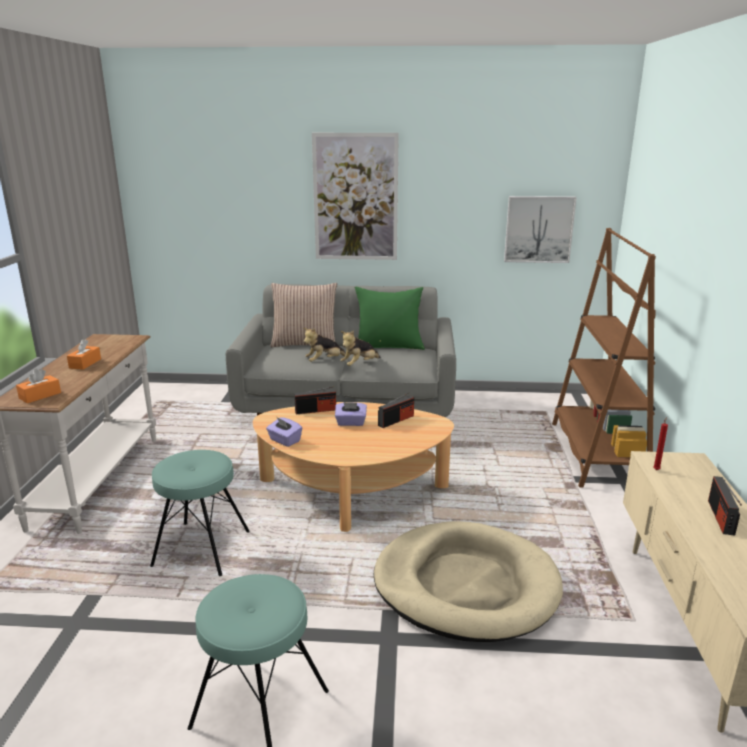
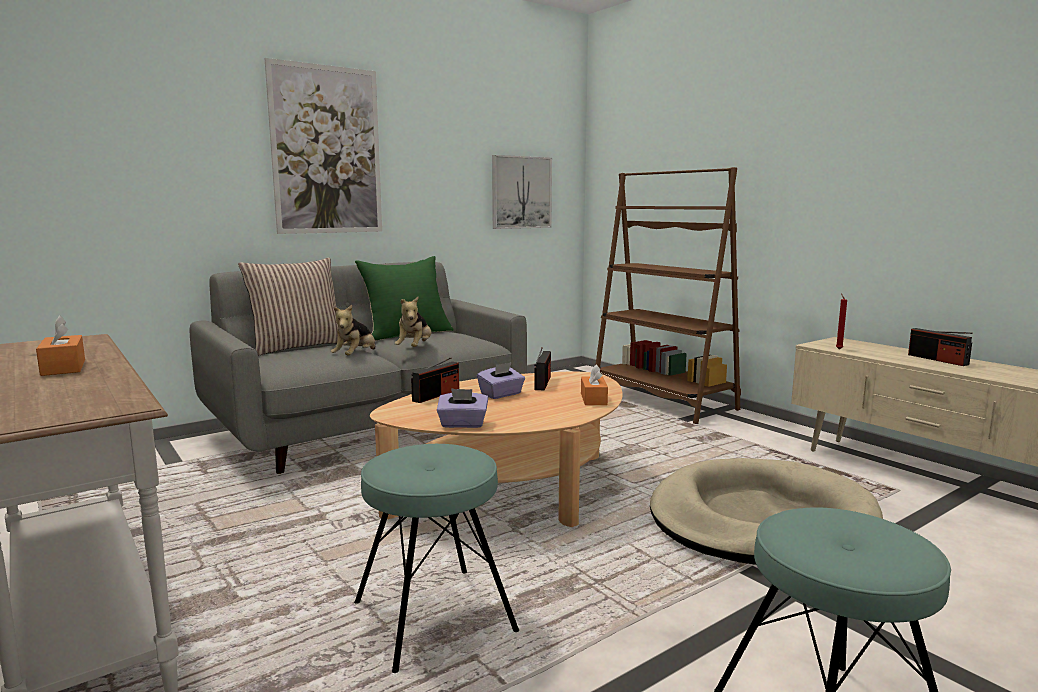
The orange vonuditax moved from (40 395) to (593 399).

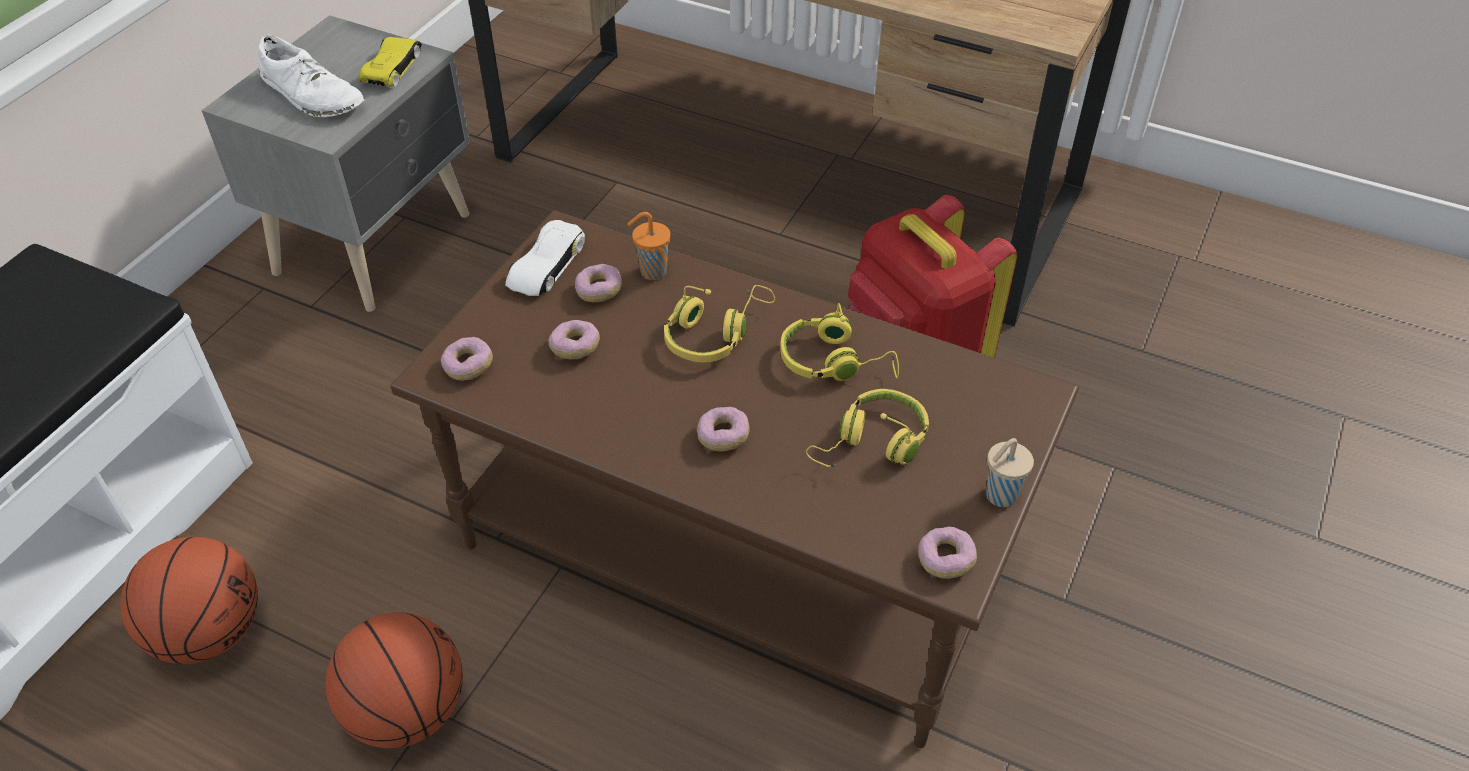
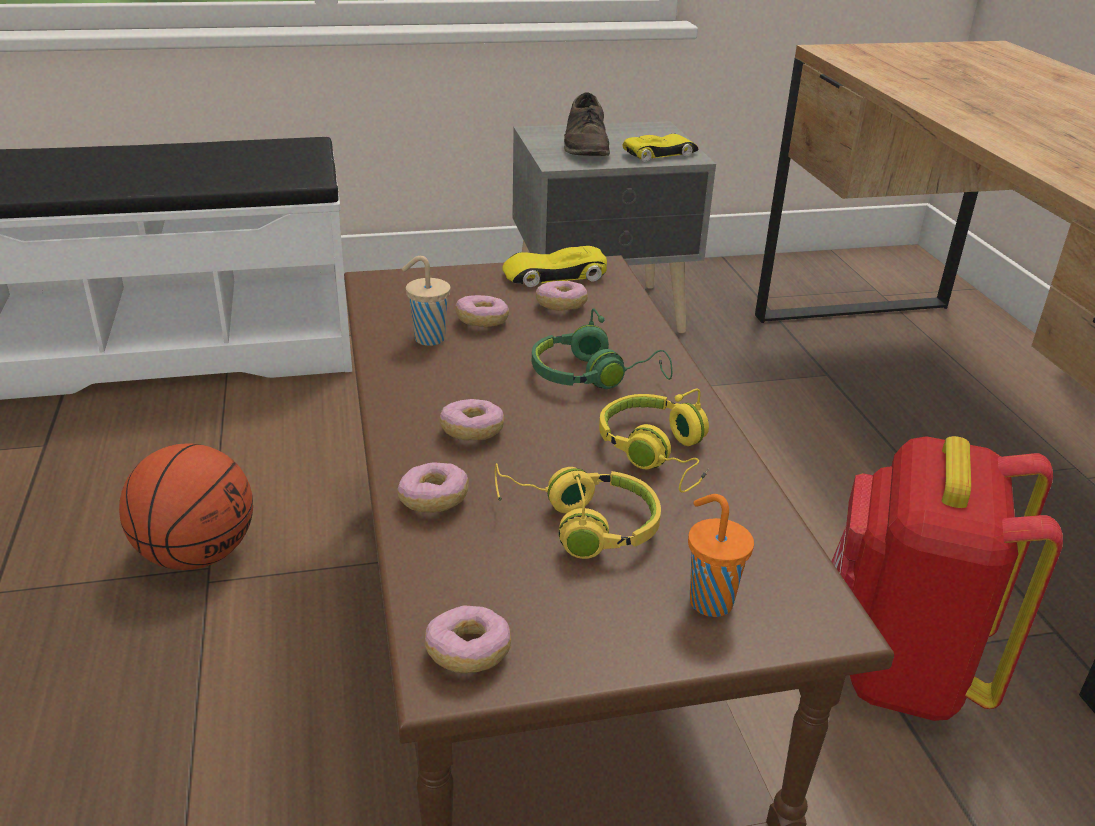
The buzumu at (209 633) disappeared.
The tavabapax moved from (468 367) to (433 500).
The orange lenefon moved from (651 272) to (708 601).
The beige lenefon moved from (999 496) to (427 339).
The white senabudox at (313 94) became the brown senabudox at (586 145).
The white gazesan at (546 266) became the yellow gazesan at (554 275).
The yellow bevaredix at (714 333) became the green bevaredix at (595 375).

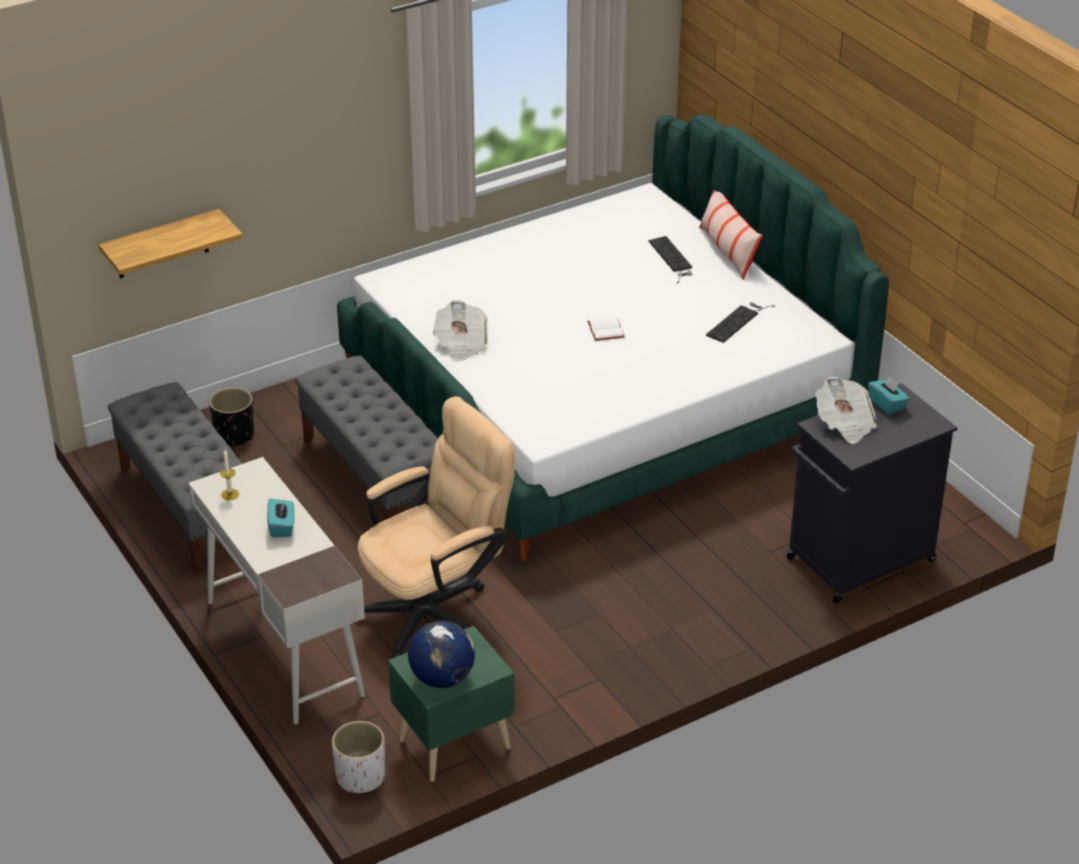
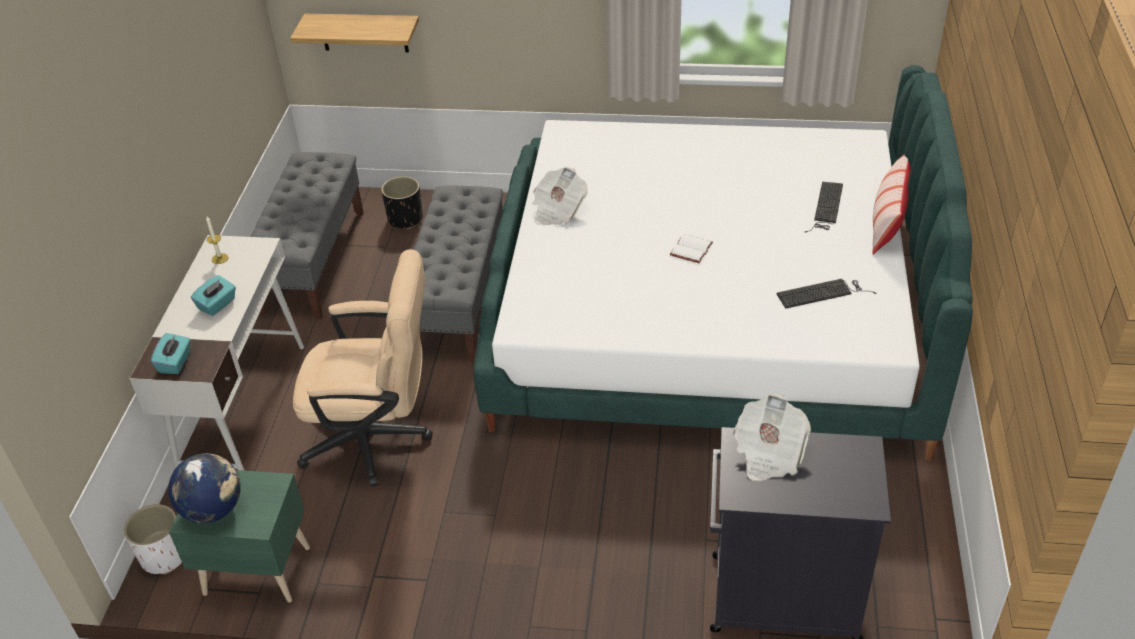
The turquoise vonuditax moved from (887 405) to (175 363).

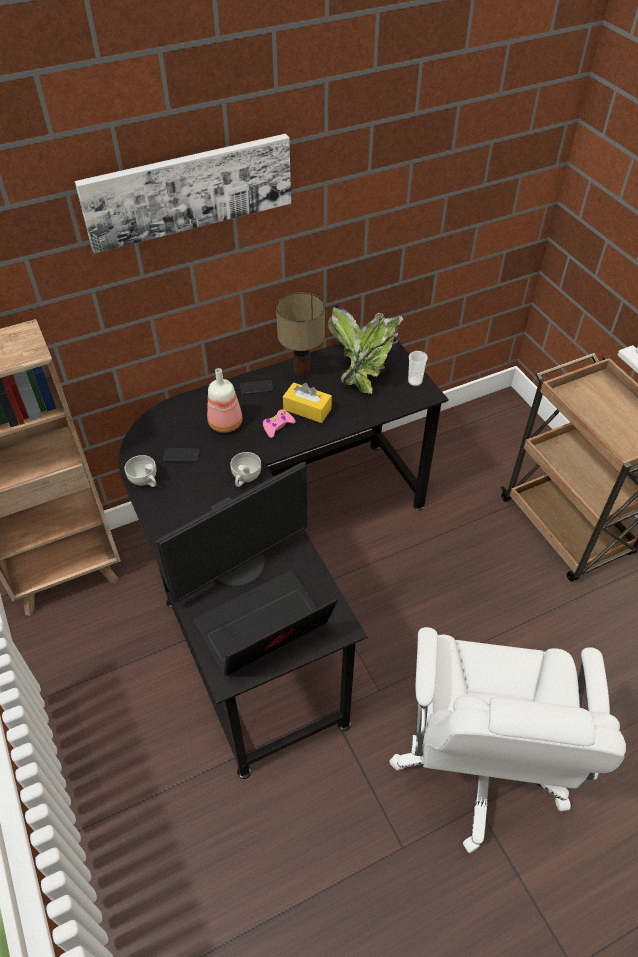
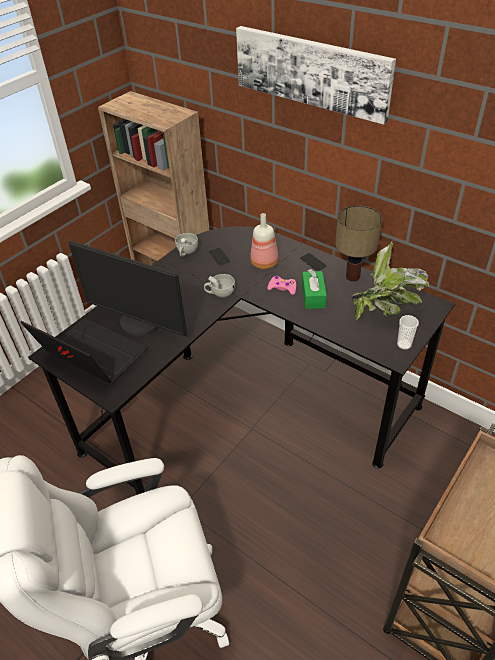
The yellow vonuditax at (307 409) became the green vonuditax at (313 296).

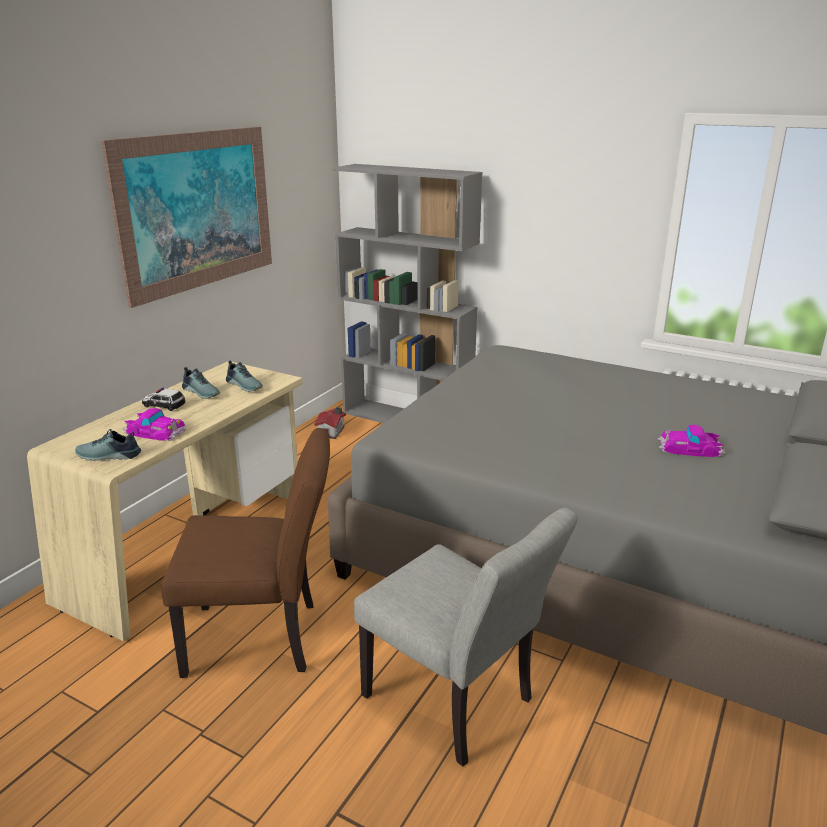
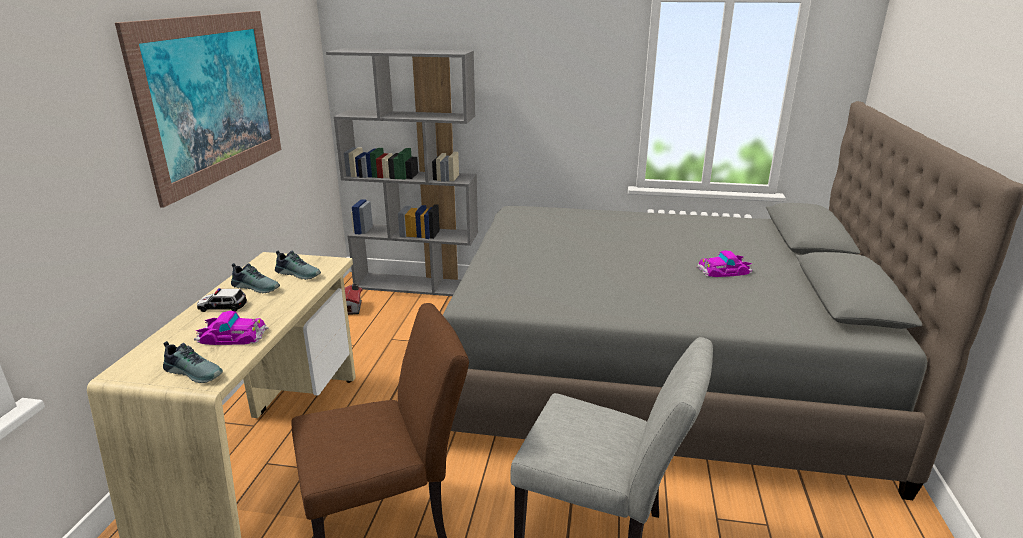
The senabudox at (108 456) turned 135 degrees counterclockwise.

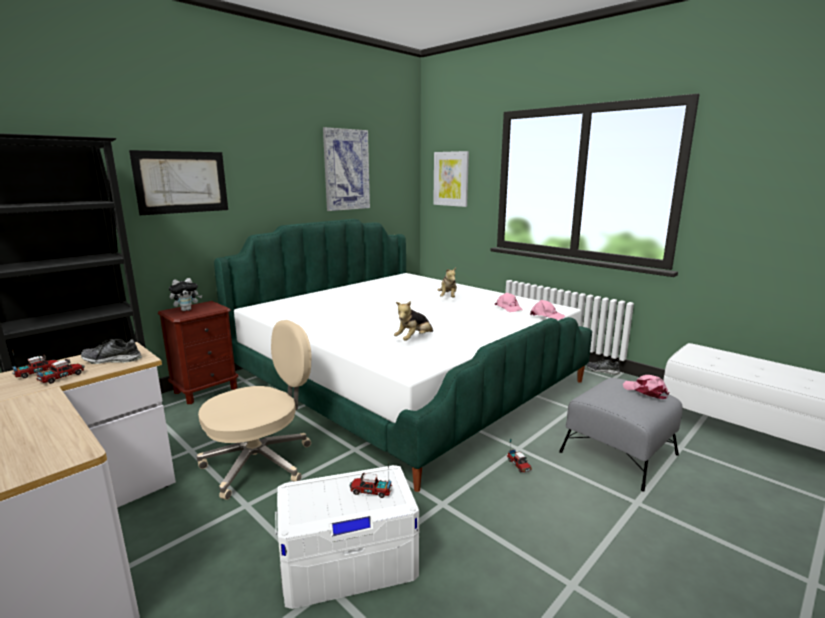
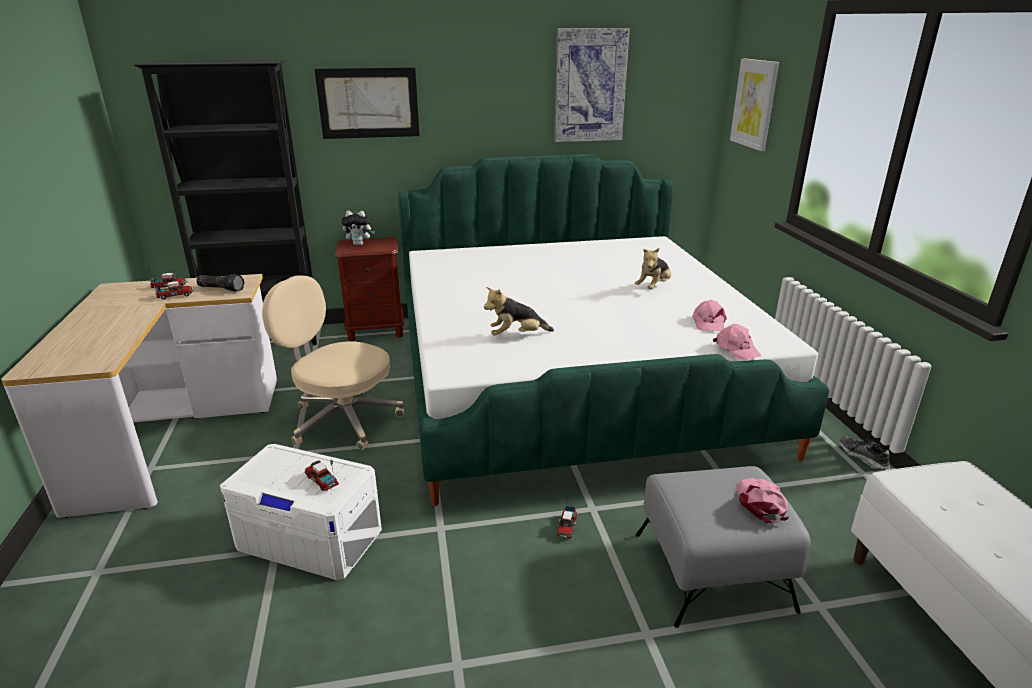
The senabudox at (112 360) was replaced by the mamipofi at (222 288).
The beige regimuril at (260 463) turned 150 degrees counterclockwise.

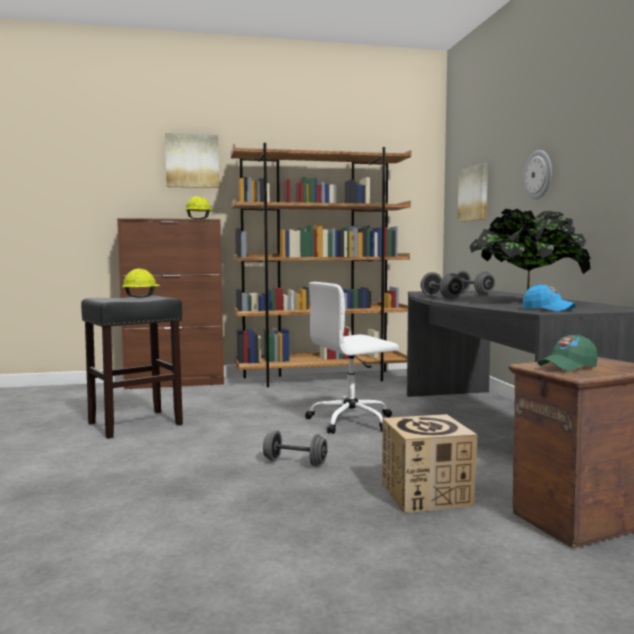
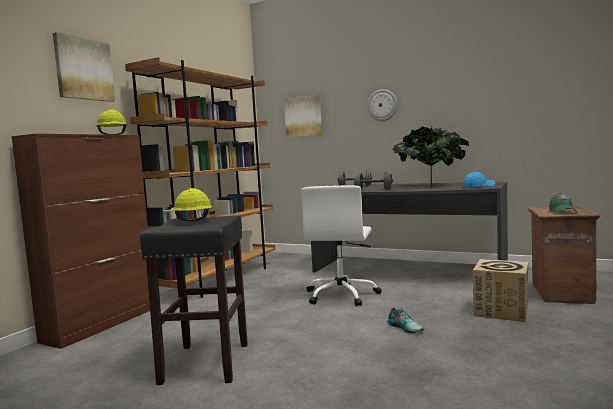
The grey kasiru at (295 462) was replaced by the senabudox at (406 327).

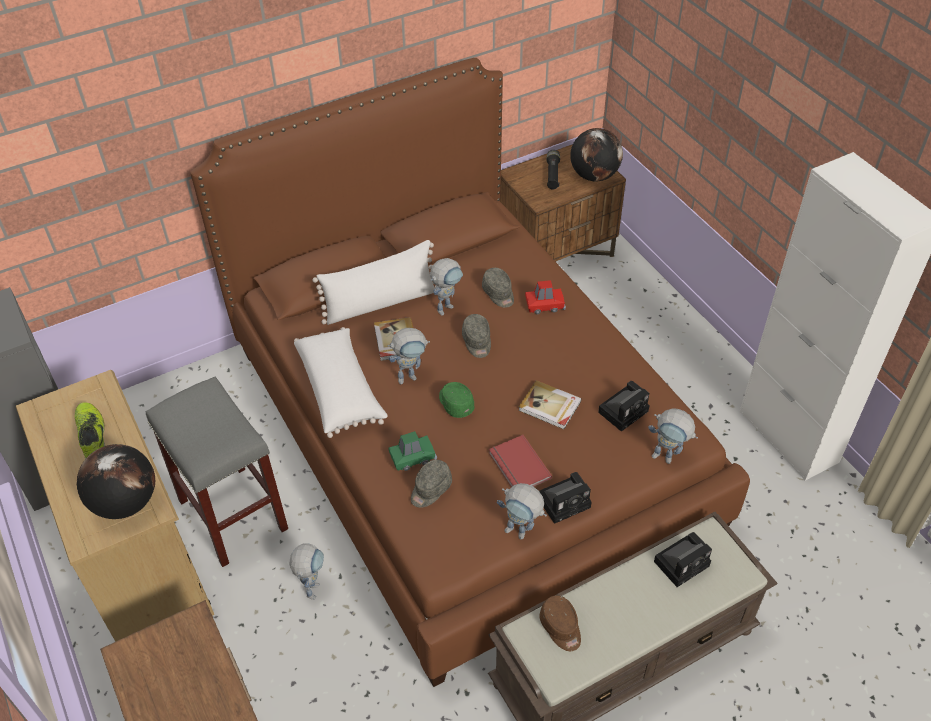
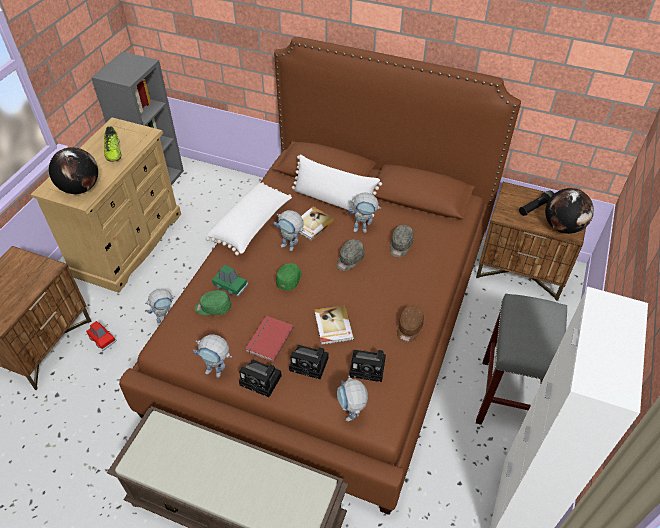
The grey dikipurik moved from (234 515) to (508 398).
The red gazesan moved from (545 305) to (102 339).
The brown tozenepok moved from (561 628) to (409 328).
The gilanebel moved from (683 562) to (311 364).
The grey tozenepok at (430 489) became the green tozenepok at (213 308).
The senabudox at (92 436) turned 135 degrees clockwise.
The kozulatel at (521 533) turned 60 degrees counterclockwise.

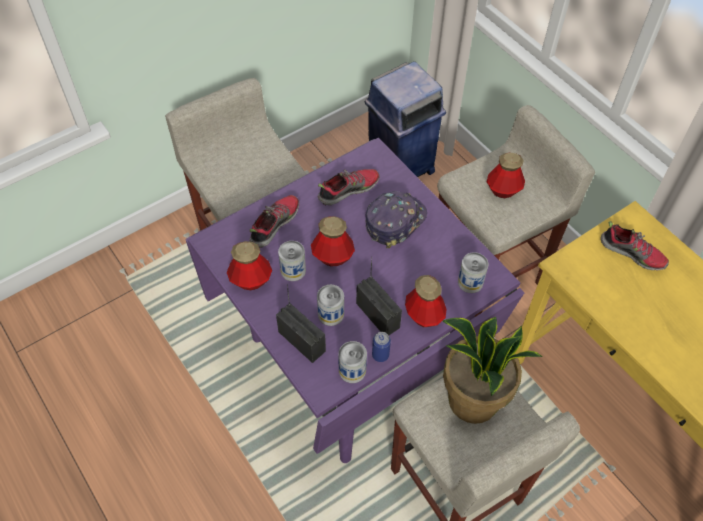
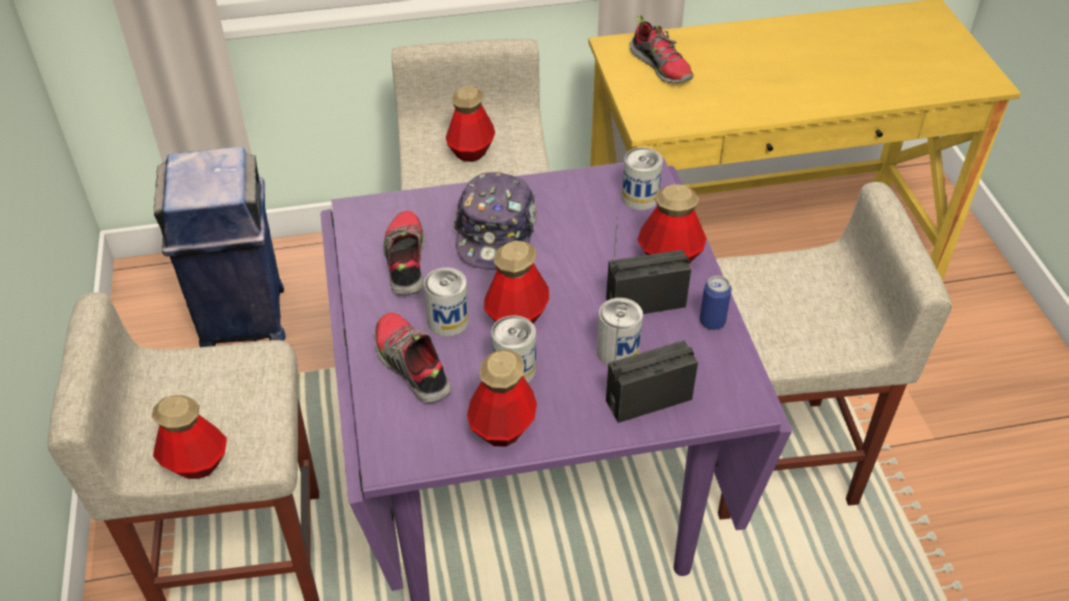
The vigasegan at (472 401) disappeared.
The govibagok at (196 463) appeared.
The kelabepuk moved from (352 370) to (448 321).
The tozenepok at (394 221) turned 150 degrees counterclockwise.
The senabudox at (632 253) turned 90 degrees clockwise.

